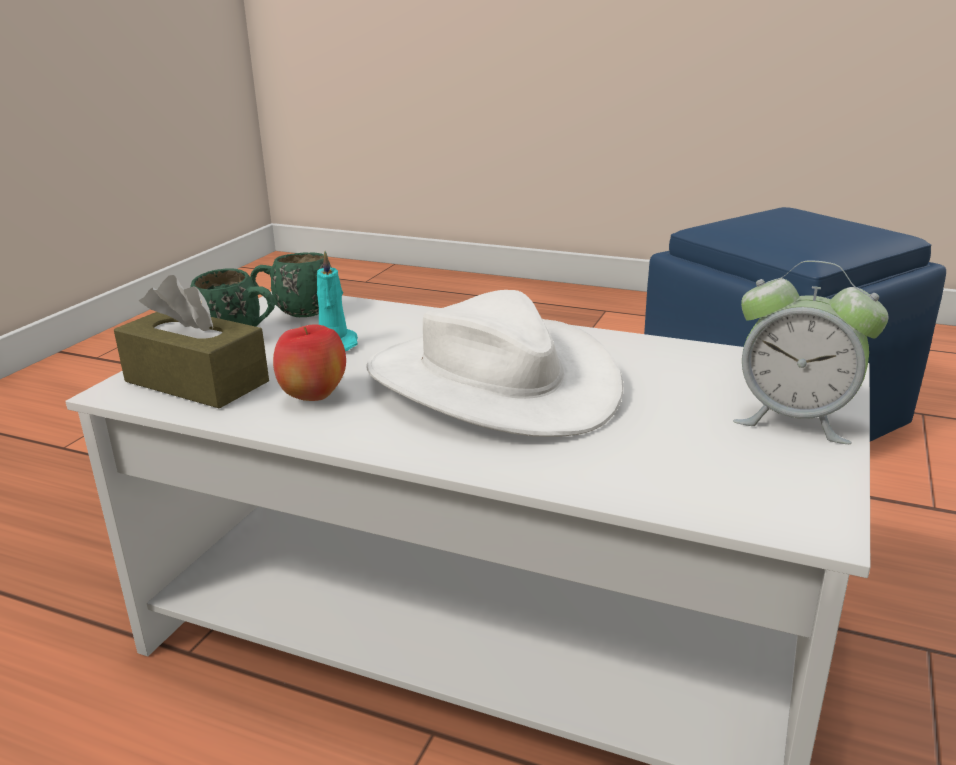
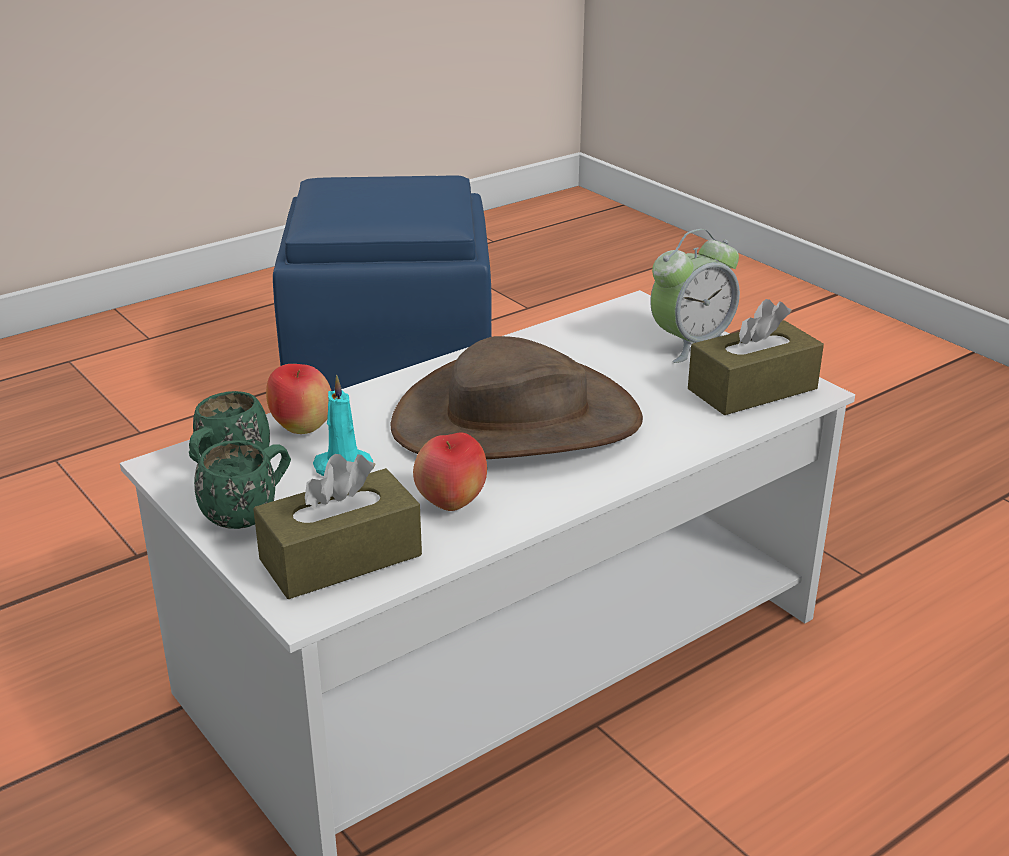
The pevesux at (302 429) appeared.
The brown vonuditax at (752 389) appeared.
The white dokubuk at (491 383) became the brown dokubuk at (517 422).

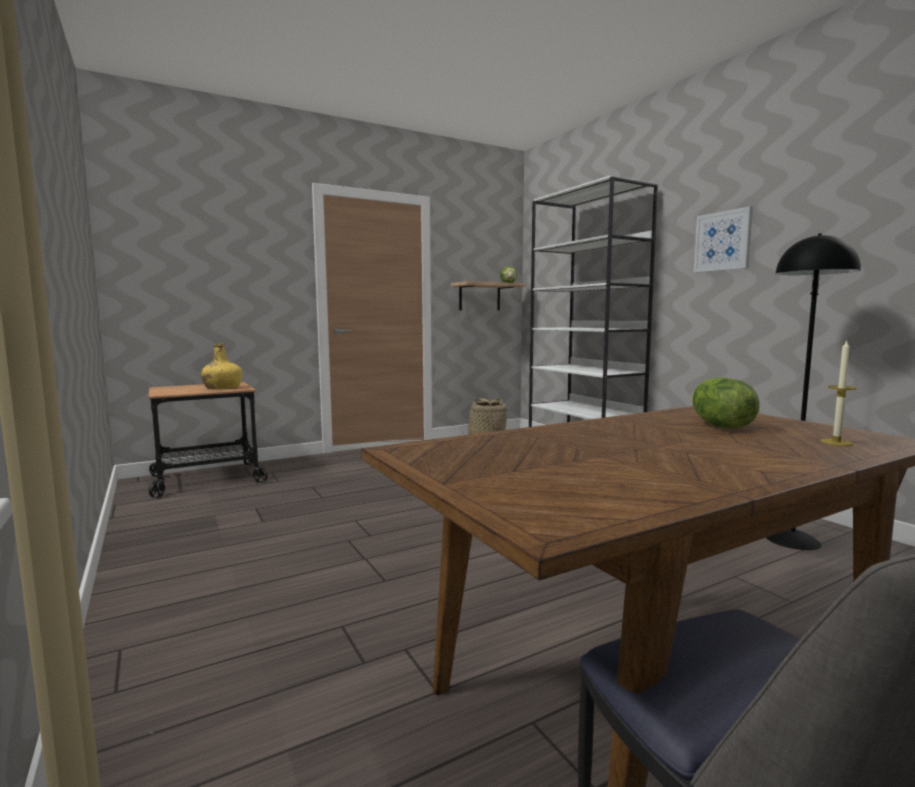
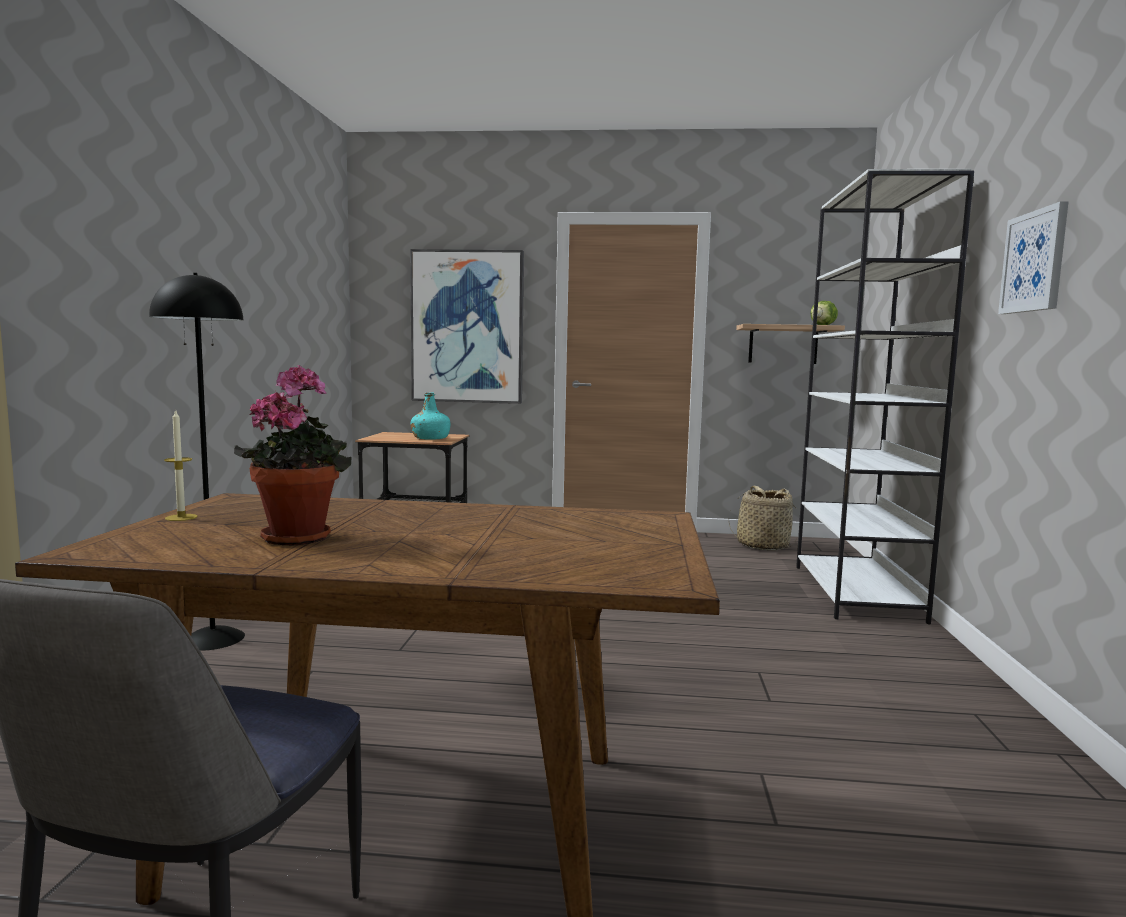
The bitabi at (719 426) disappeared.
The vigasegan at (300 536) appeared.
The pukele at (467 327) appeared.
The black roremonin moved from (791 539) to (213 638).
The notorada moved from (836 442) to (181 517).
The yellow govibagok at (222 388) became the turquoise govibagok at (430 438).

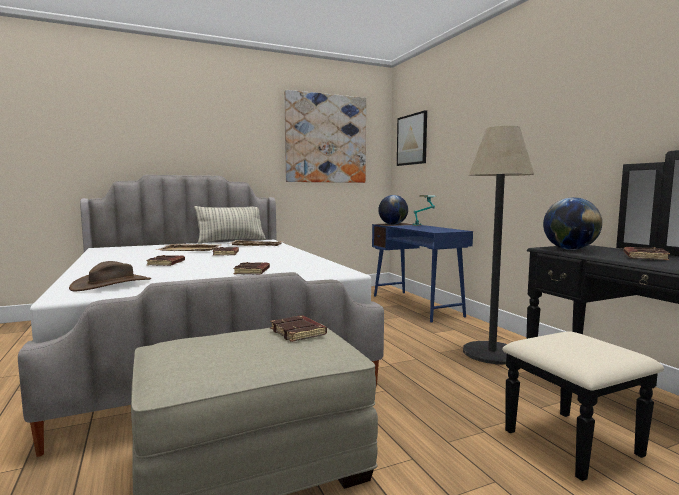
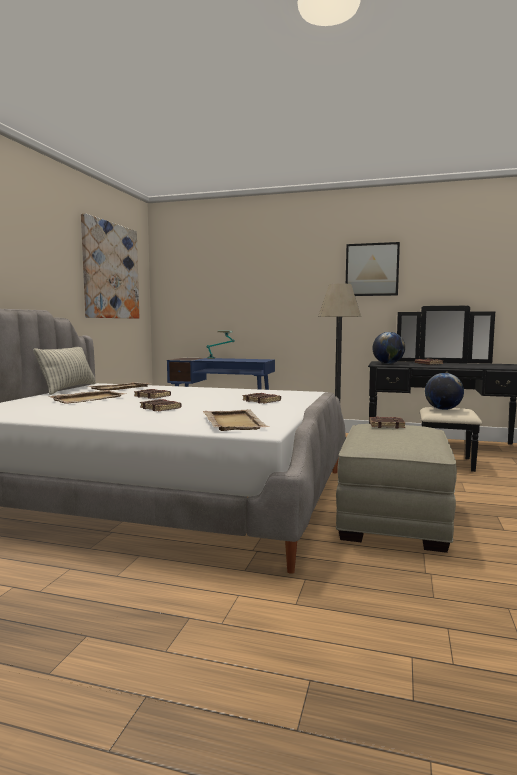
The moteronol moved from (393 224) to (443 409).
The pukele moved from (412 139) to (372 269).
The brown dokubuk at (112 284) was replaced by the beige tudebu at (233 422).

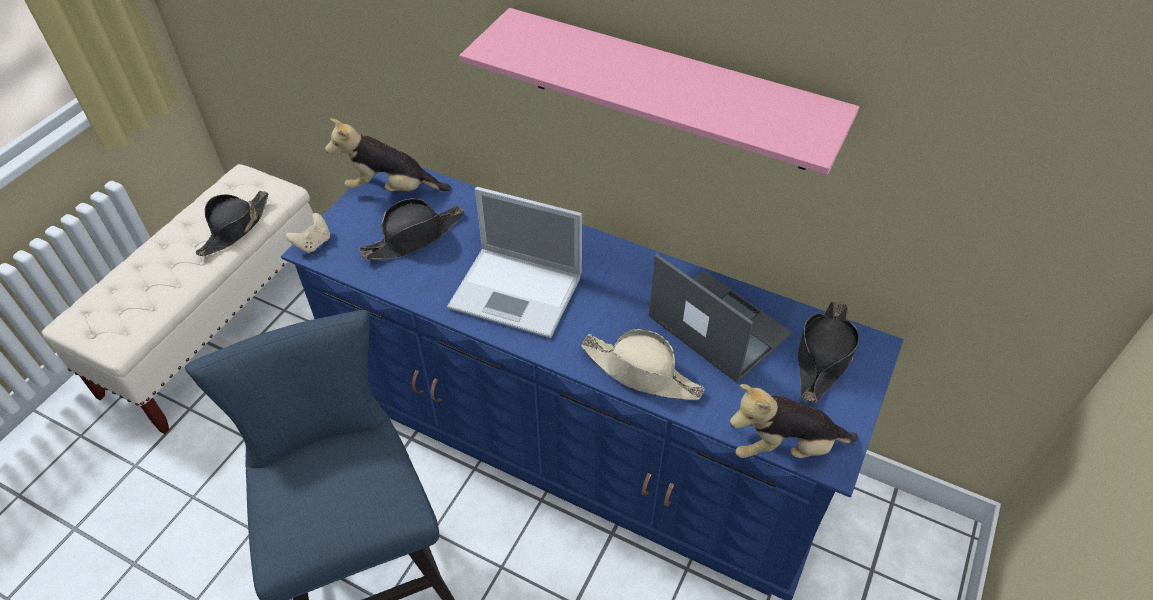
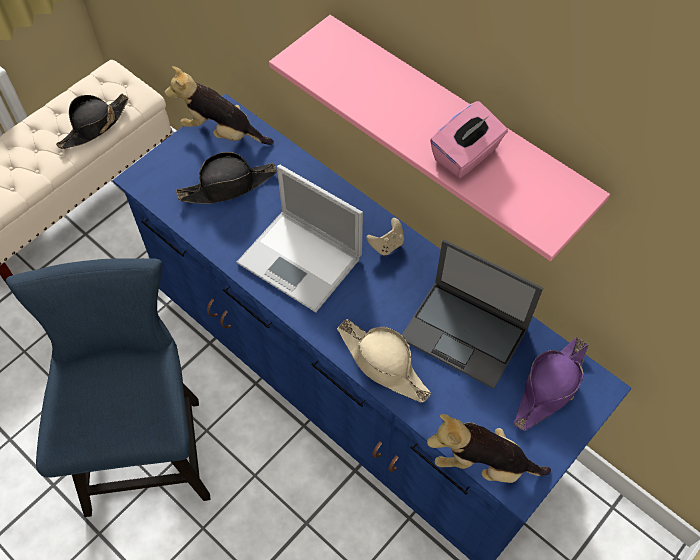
The pink vonuditax at (466 155) appeared.
The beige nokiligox moved from (313 243) to (387 245).
The black dokubuk at (822 356) became the purple dokubuk at (549 387).
The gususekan at (717 325) turned 150 degrees clockwise.

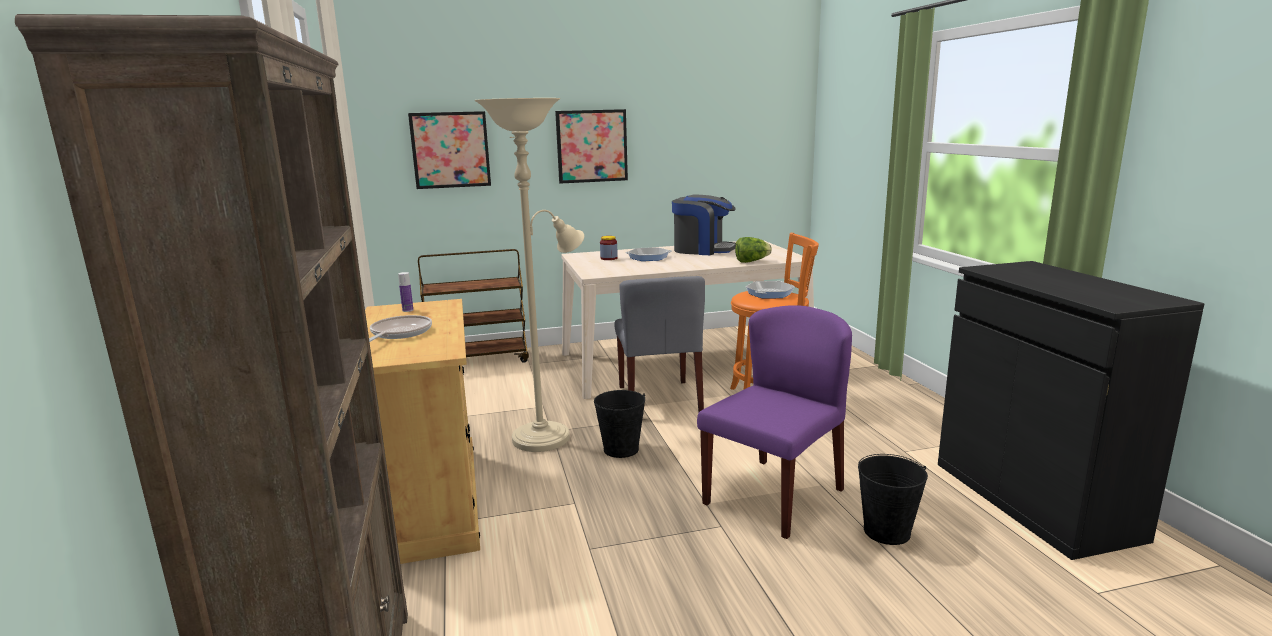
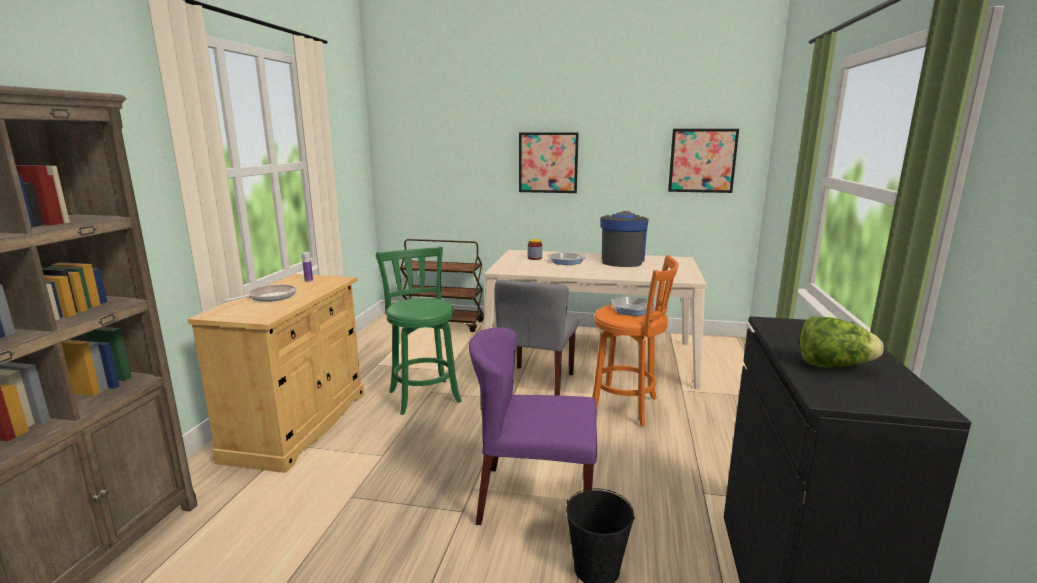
The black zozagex at (621 449) disappeared.
The pukele moved from (450 150) to (702 160).
The bitabi moved from (751 261) to (832 366).
The beige roremonin at (546 435) was replaced by the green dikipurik at (423 395).
The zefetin at (703 250) turned 120 degrees counterclockwise.
The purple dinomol at (774 495) turned 150 degrees counterclockwise.

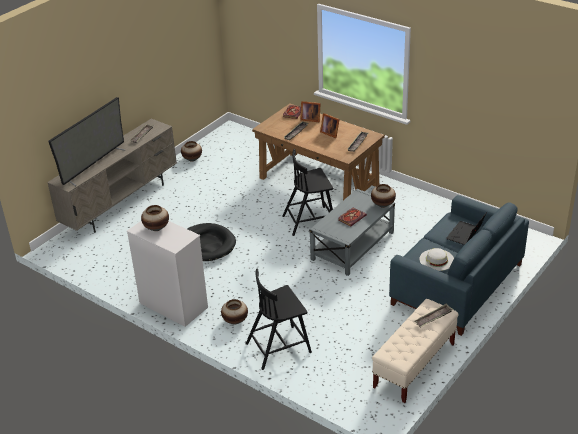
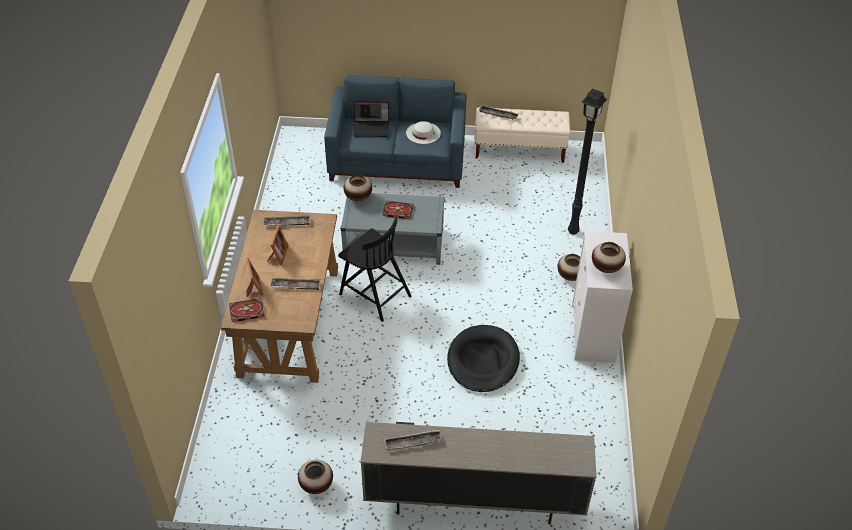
The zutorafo at (94 165) disappeared.
The black dinomol at (279 347) was replaced by the black roremonin at (573 232).

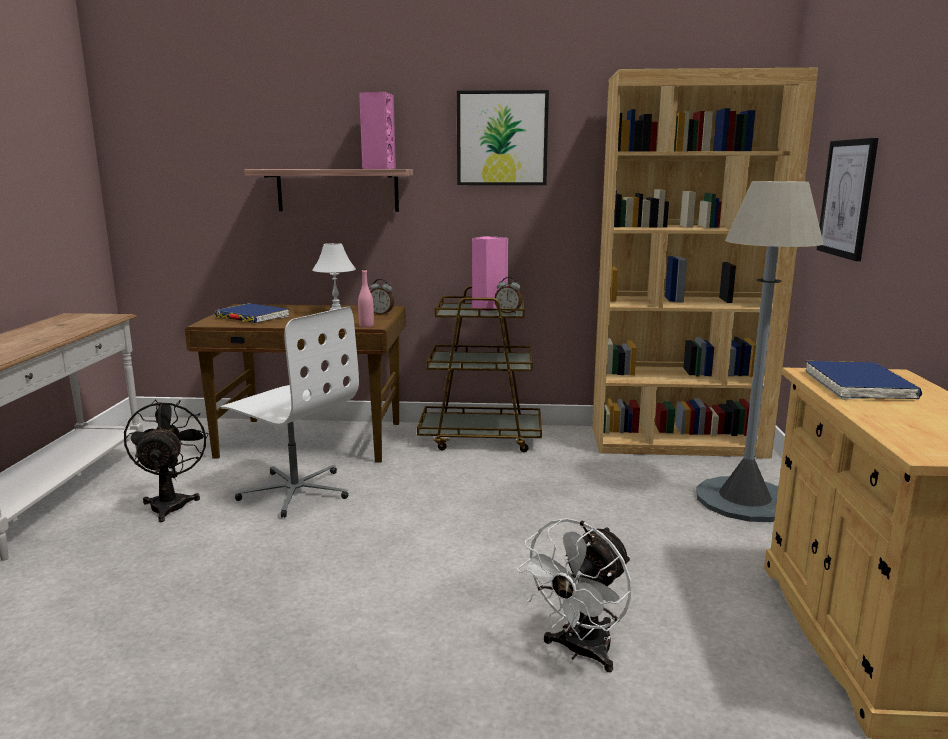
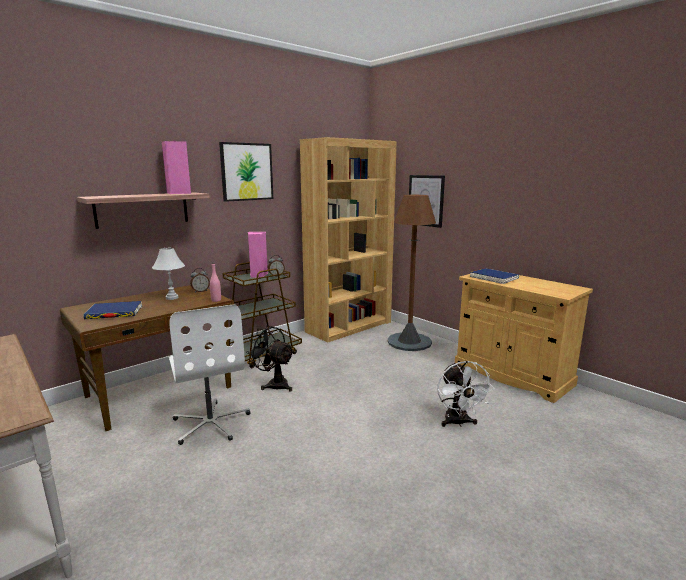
The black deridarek moved from (171 503) to (274 384).
The grey roremonin at (744 500) became the brown roremonin at (409 342).
The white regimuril at (295 491) turned 75 degrees clockwise.

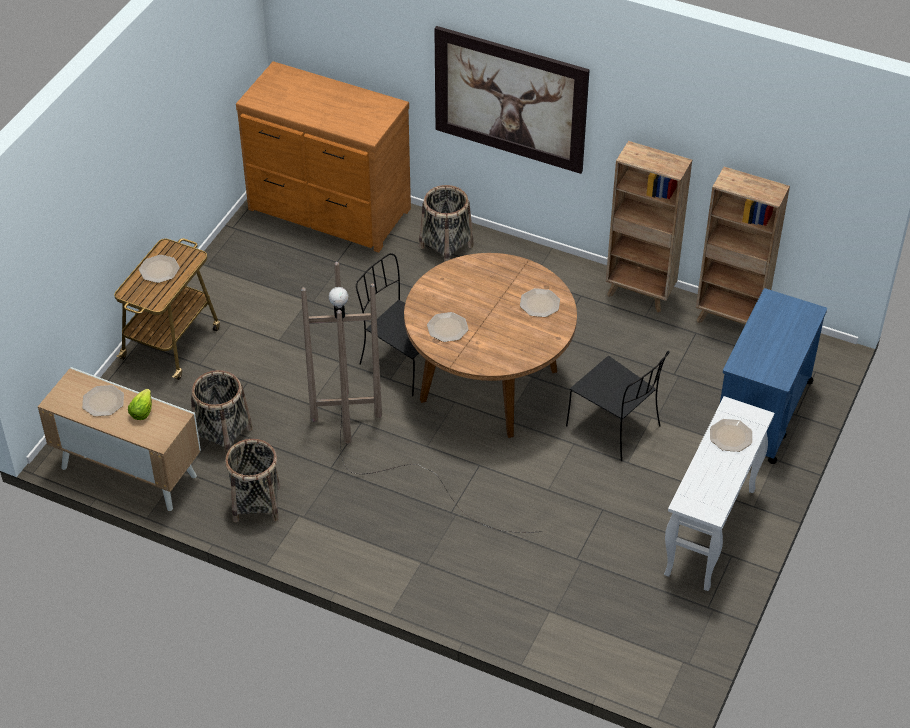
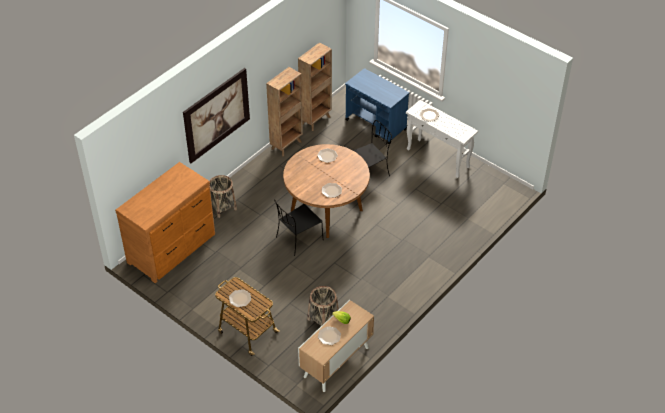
The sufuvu at (256 503) disappeared.
The brown roremonin at (382 451) disappeared.

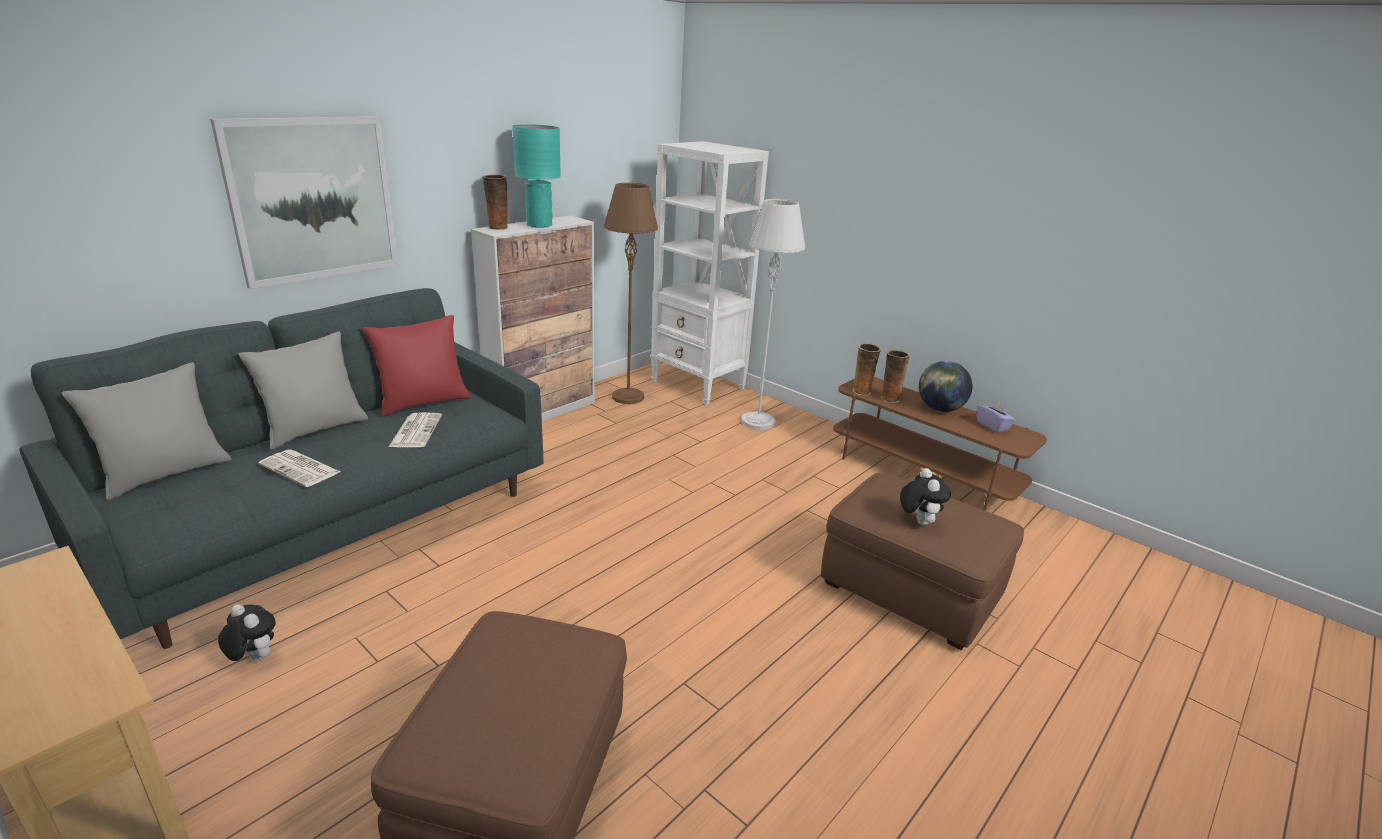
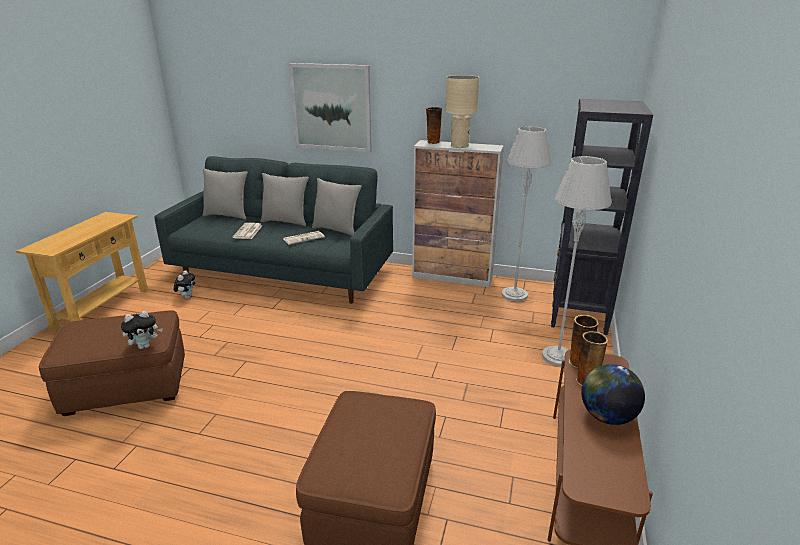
The purple vonuditax at (992 426) disappeared.
The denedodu moved from (918 521) to (145 346).
The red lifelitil at (423 403) became the grey lifelitil at (336 230).
The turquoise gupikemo at (539 225) became the beige gupikemo at (459 146).
The brown roremonin at (628 397) became the grey roremonin at (514 295).
The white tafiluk at (698 385) became the black tafiluk at (578 314).

